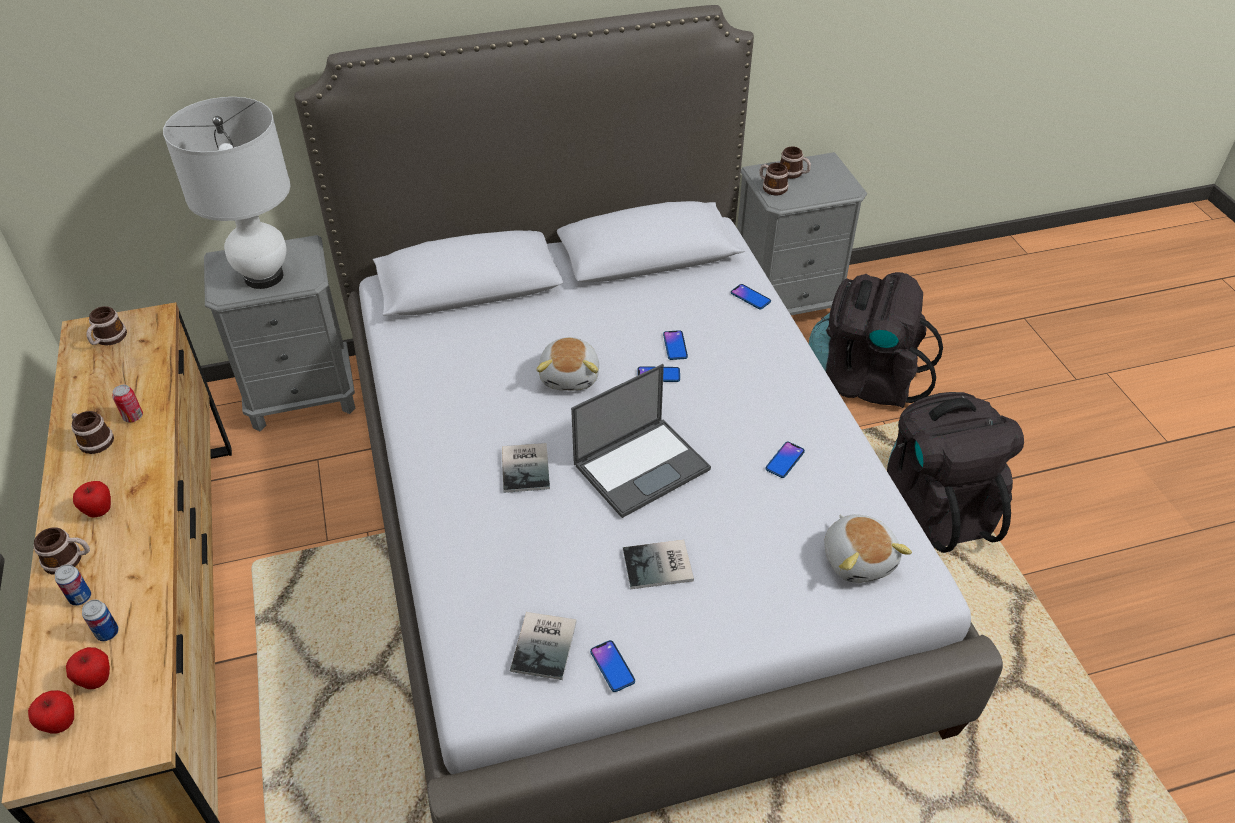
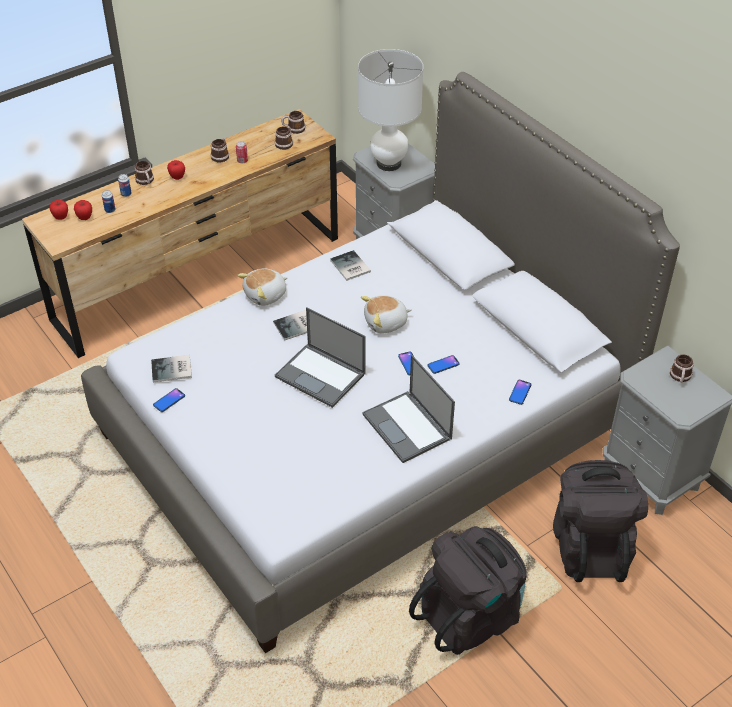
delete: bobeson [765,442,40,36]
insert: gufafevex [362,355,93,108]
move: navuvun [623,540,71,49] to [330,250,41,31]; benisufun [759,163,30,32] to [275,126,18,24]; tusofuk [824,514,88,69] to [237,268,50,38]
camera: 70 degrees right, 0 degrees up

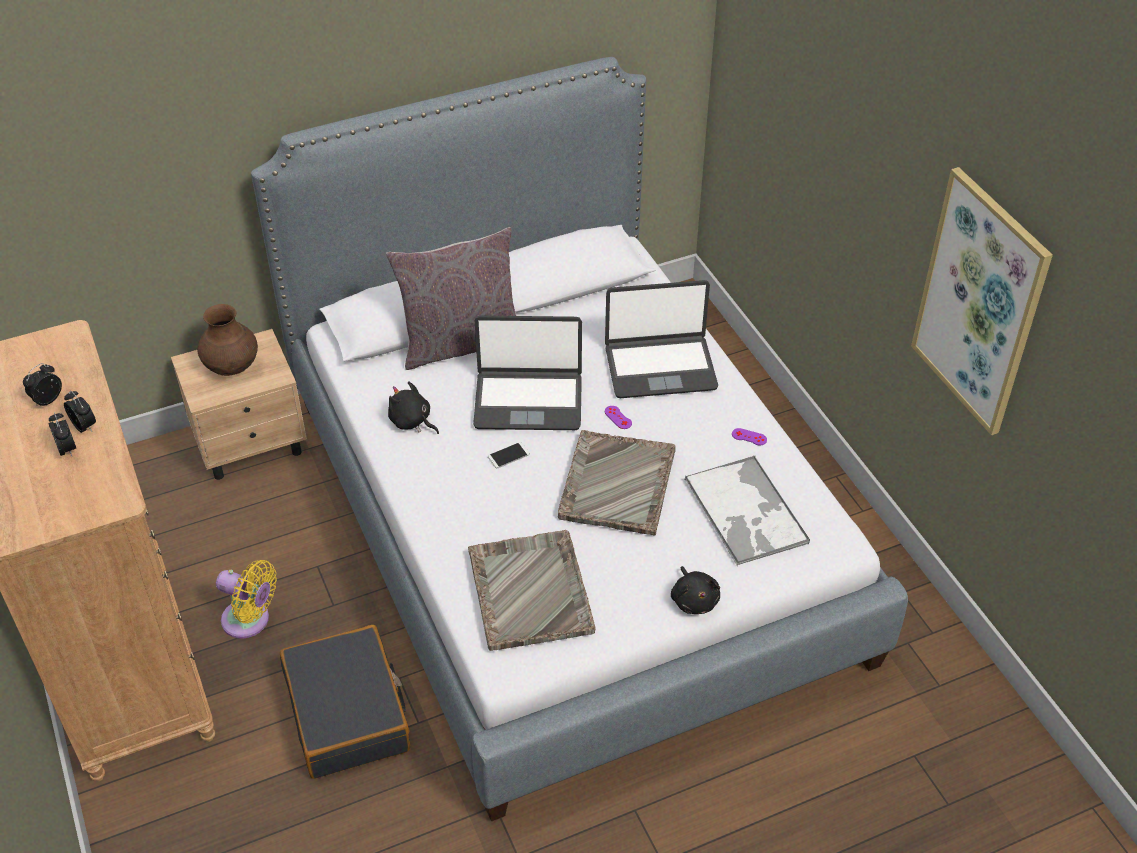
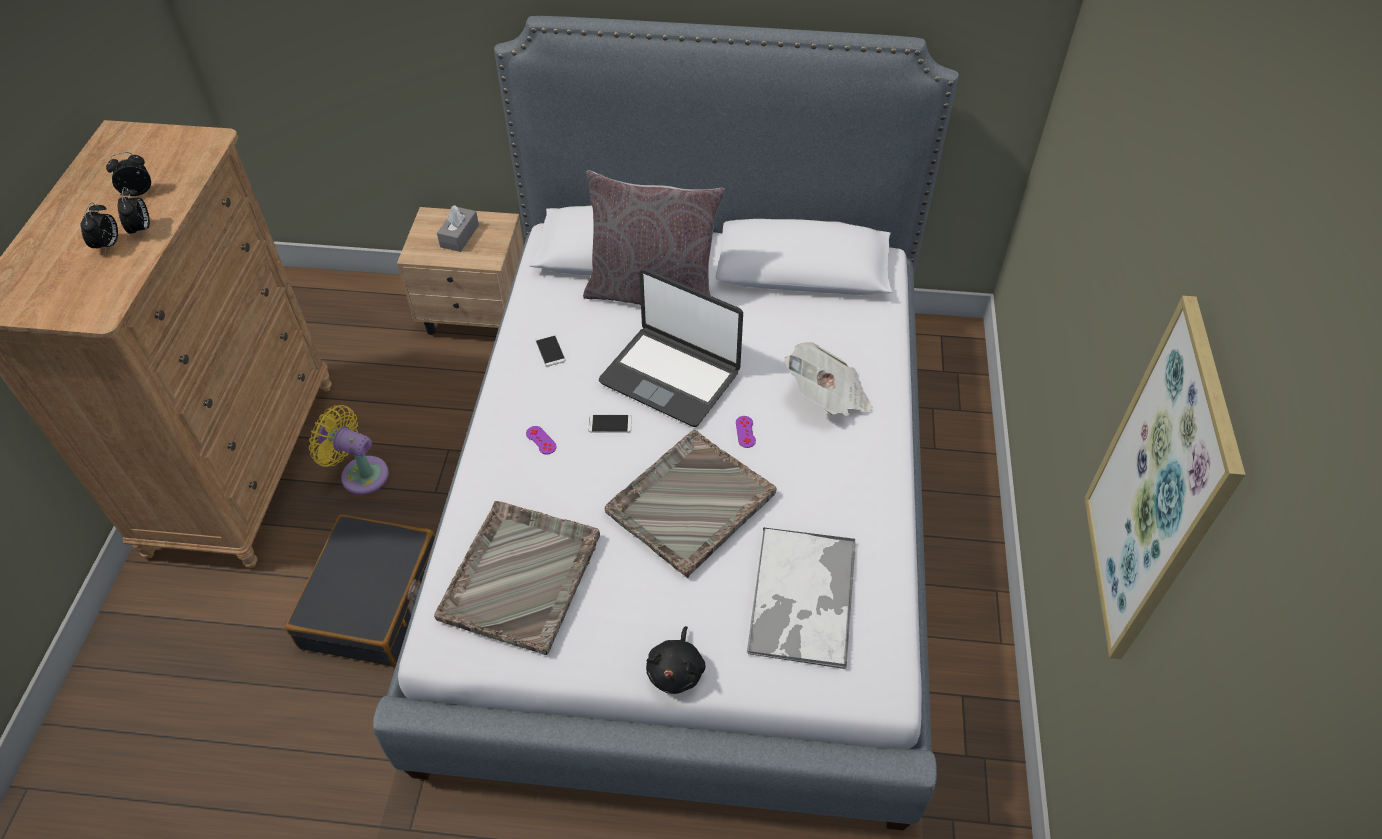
move: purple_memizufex [732,428,35,17] to [526,426,31,28]
replace: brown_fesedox [198,304,60,72] to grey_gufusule [437,205,42,47]; black_tusofuk [388,381,51,53] to bobeson [536,334,29,33]; gufafevex [605,280,113,118] to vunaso [785,342,88,74]
rotate: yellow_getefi [216,560,61,78] = [309,405,80,90] 150 degrees clockwise
camera: 30 degrees right, 5 degrees up

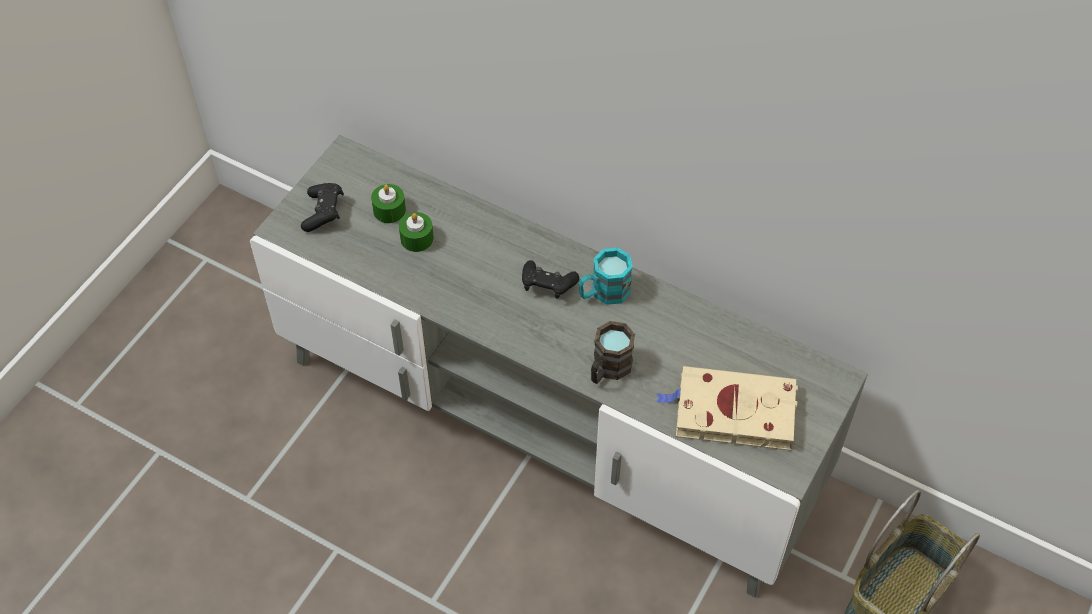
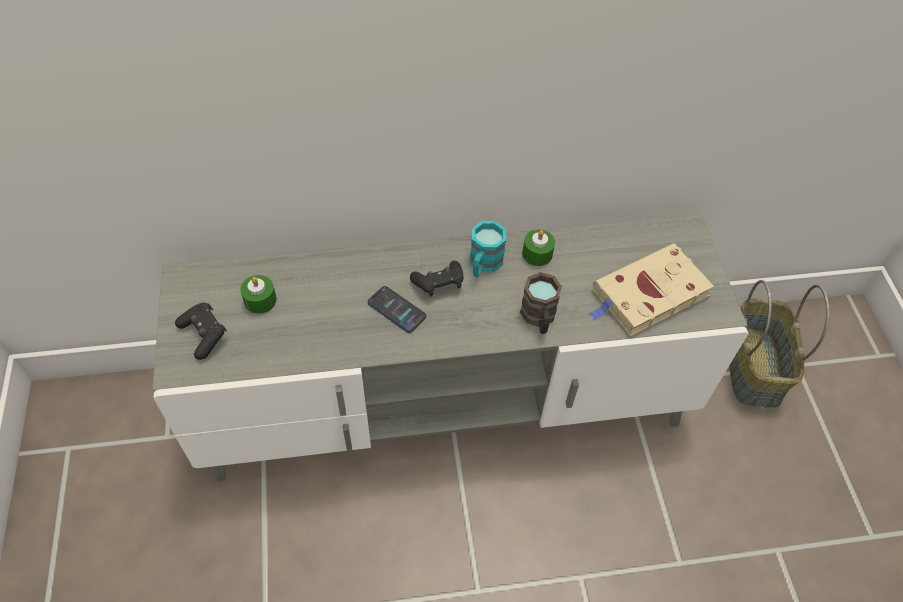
insert: bobeson [368,286,58,47]
move: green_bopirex [399,212,35,40] to [522,230,33,36]
camera: 40 degrees left, 0 degrees up

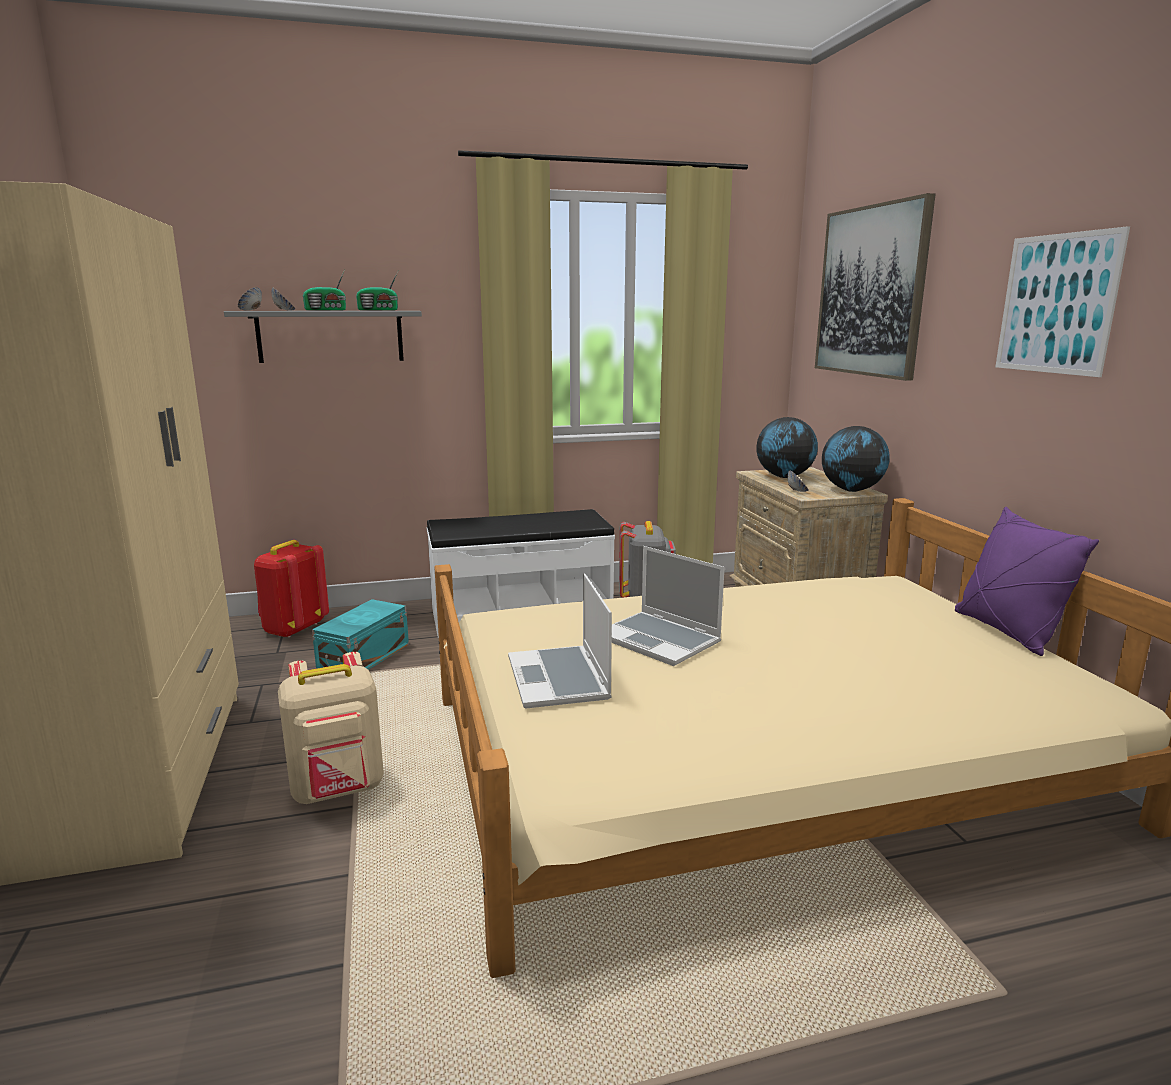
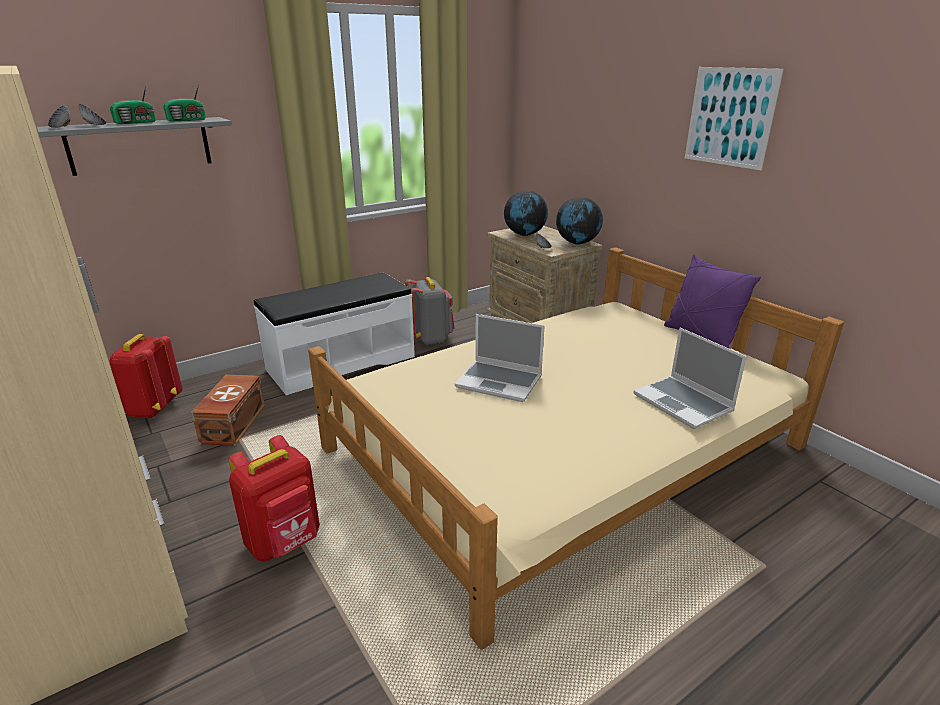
delete: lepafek [815,193,121,188]
move: gufafevex [508,573,104,135] to [633,328,114,101]
recolor: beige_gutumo [278,652,106,152] to red_gutumo [229,435,91,127]; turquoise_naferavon [312,599,97,71] to brown_naferavon [191,375,74,71]
camera: 20 degrees left, 10 degrees up

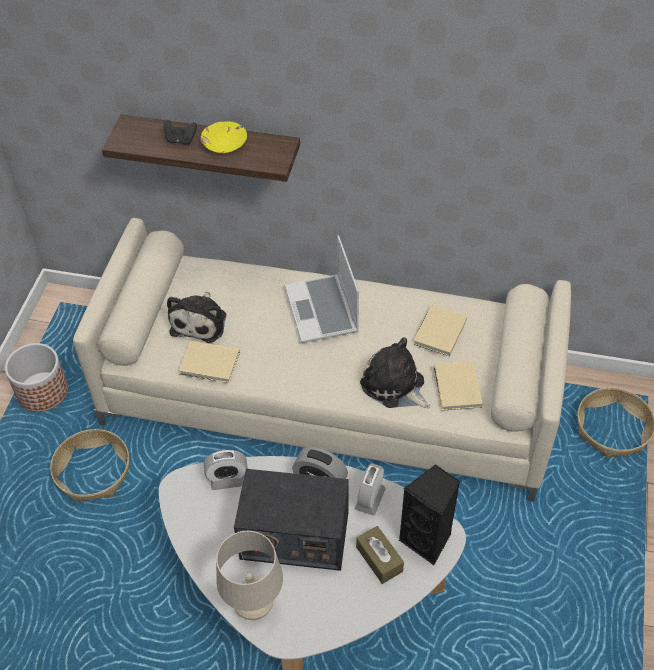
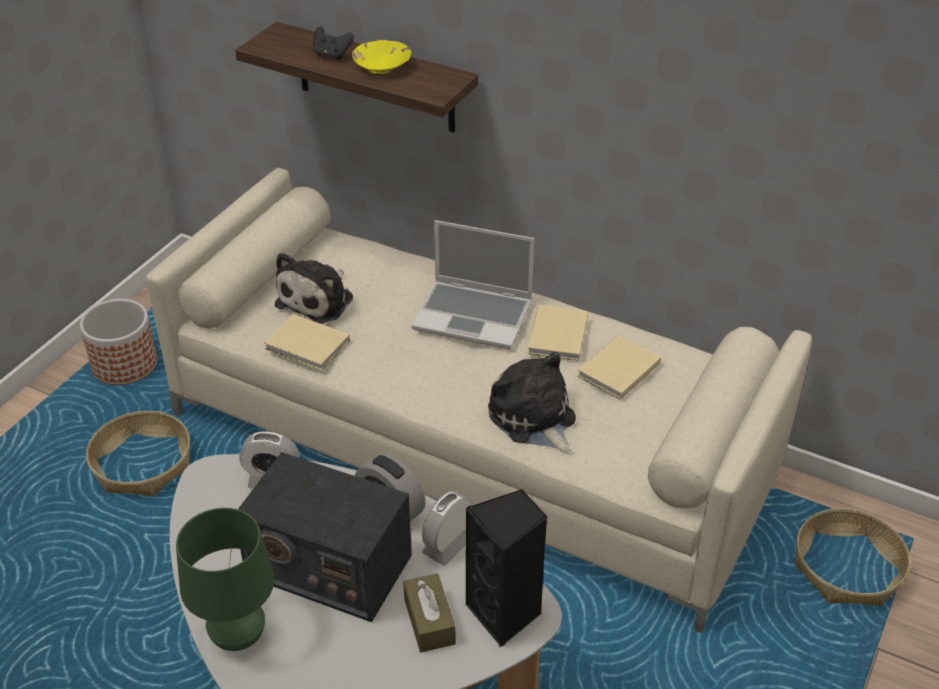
move: beige_navuvun [434,361,49,50] to [528,305,60,56]
recolor: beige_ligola [216,531,67,89] to green_ligola [176,508,98,143]
rotate: gufafevex [285,235,74,108] = [412,220,122,129] 75 degrees counterclockwise
camera: 15 degrees right, 10 degrees down

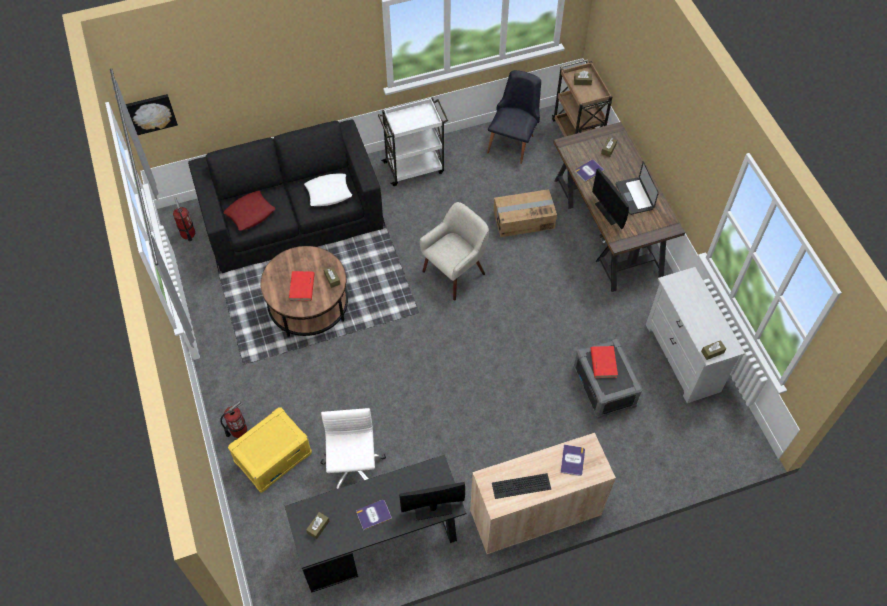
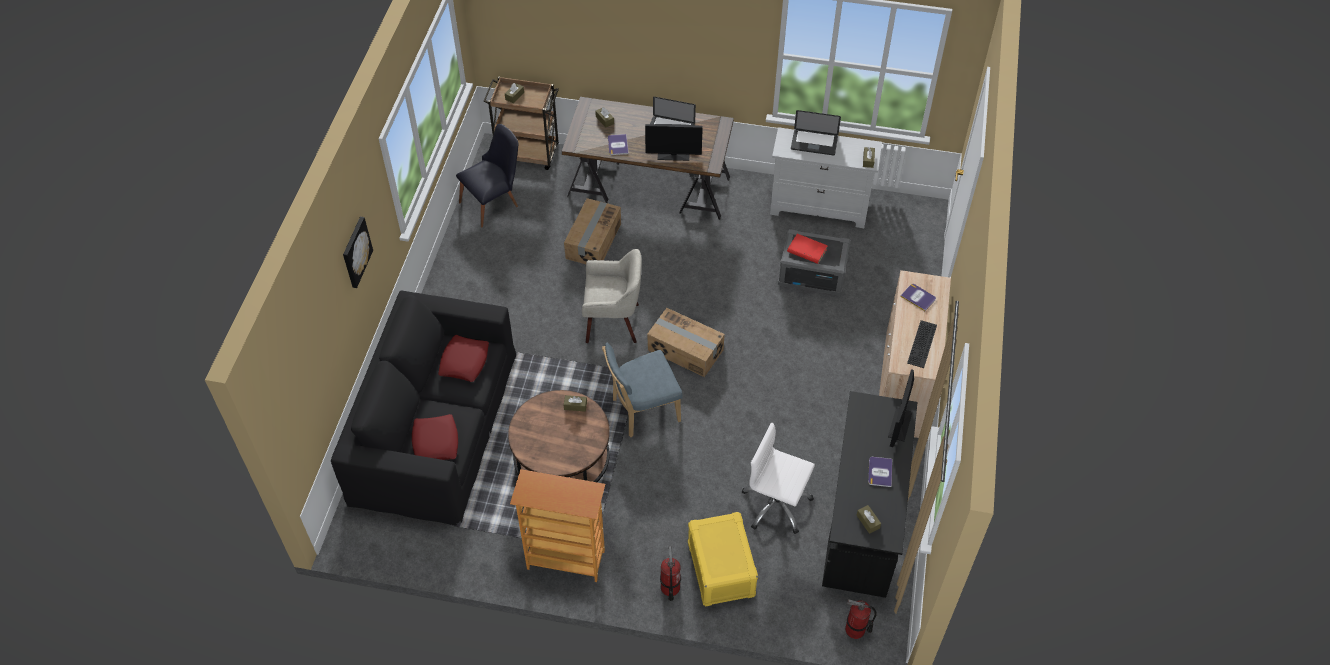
delete: red_navuvun [289,271,26,30]; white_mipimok [378,97,70,89]
insert: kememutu [510,469,95,113]; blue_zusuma [602,343,81,94]; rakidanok [647,308,78,69]; gufafevex [791,110,50,45]
move: lepafek [126,94,52,41] to [343,217,30,71]; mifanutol [173,197,22,44] to [845,599,32,40]
recolor: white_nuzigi [304,174,48,32] to red_nuzigi [438,335,51,47]
rotate: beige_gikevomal [420,202,69,99] = [582,249,60,94] 105 degrees clockwise; black_zusuma [487,70,54,94] = [456,124,63,103] 90 degrees clockwise
camera: 60 degrees left, 5 degrees down

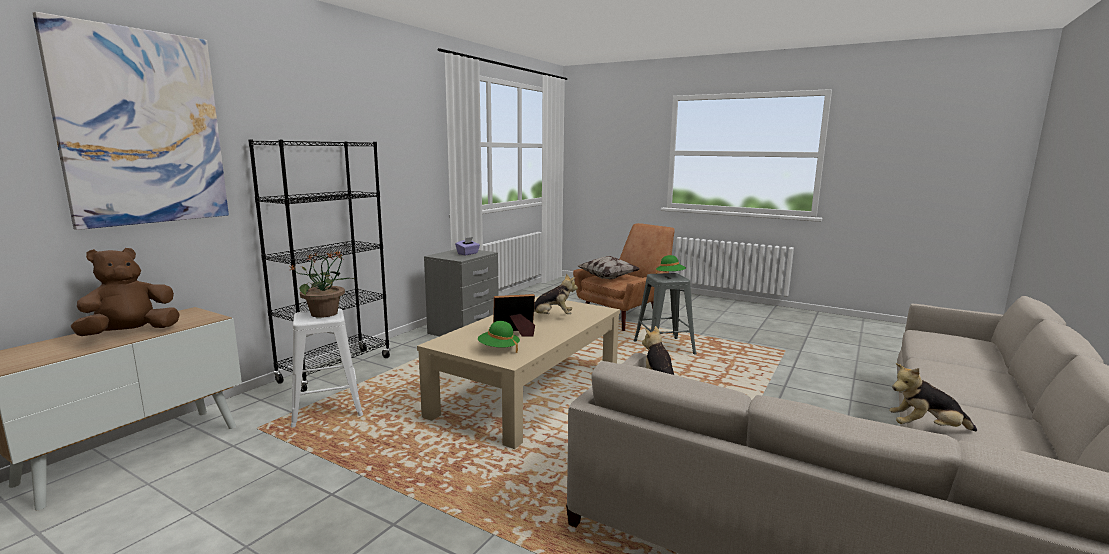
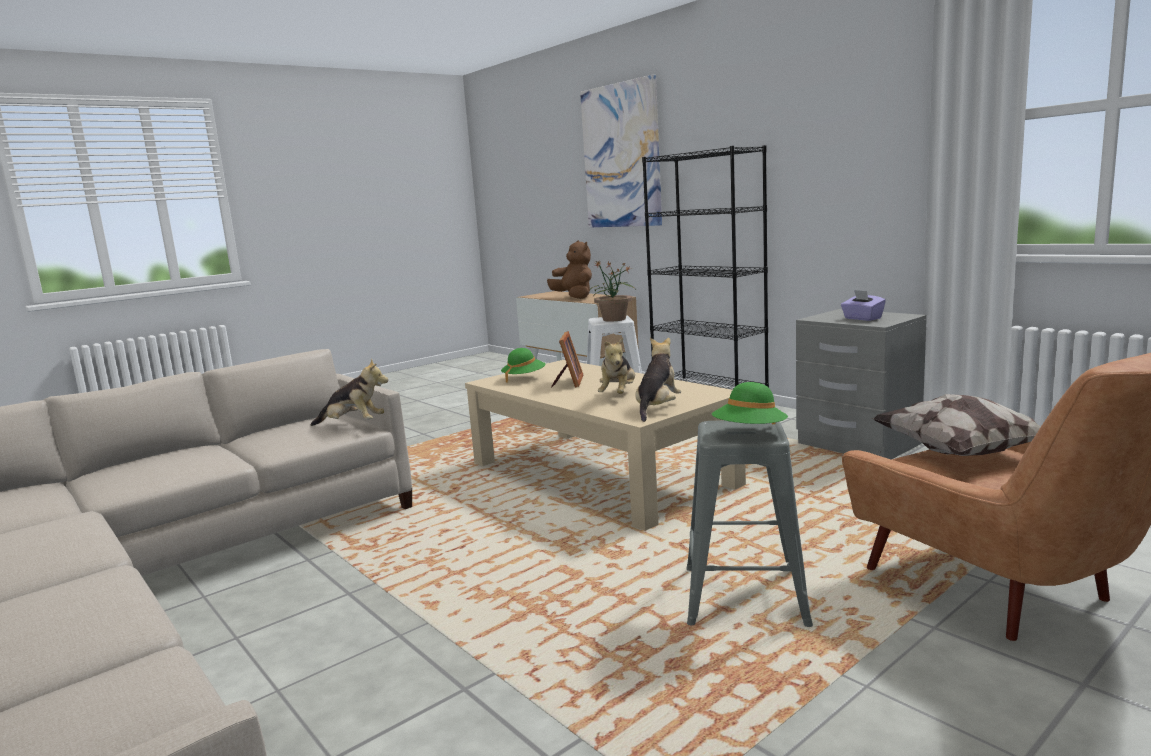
move: tusofuk [889,363,88,68] to [635,338,46,84]
camera: 110 degrees right, 0 degrees up

